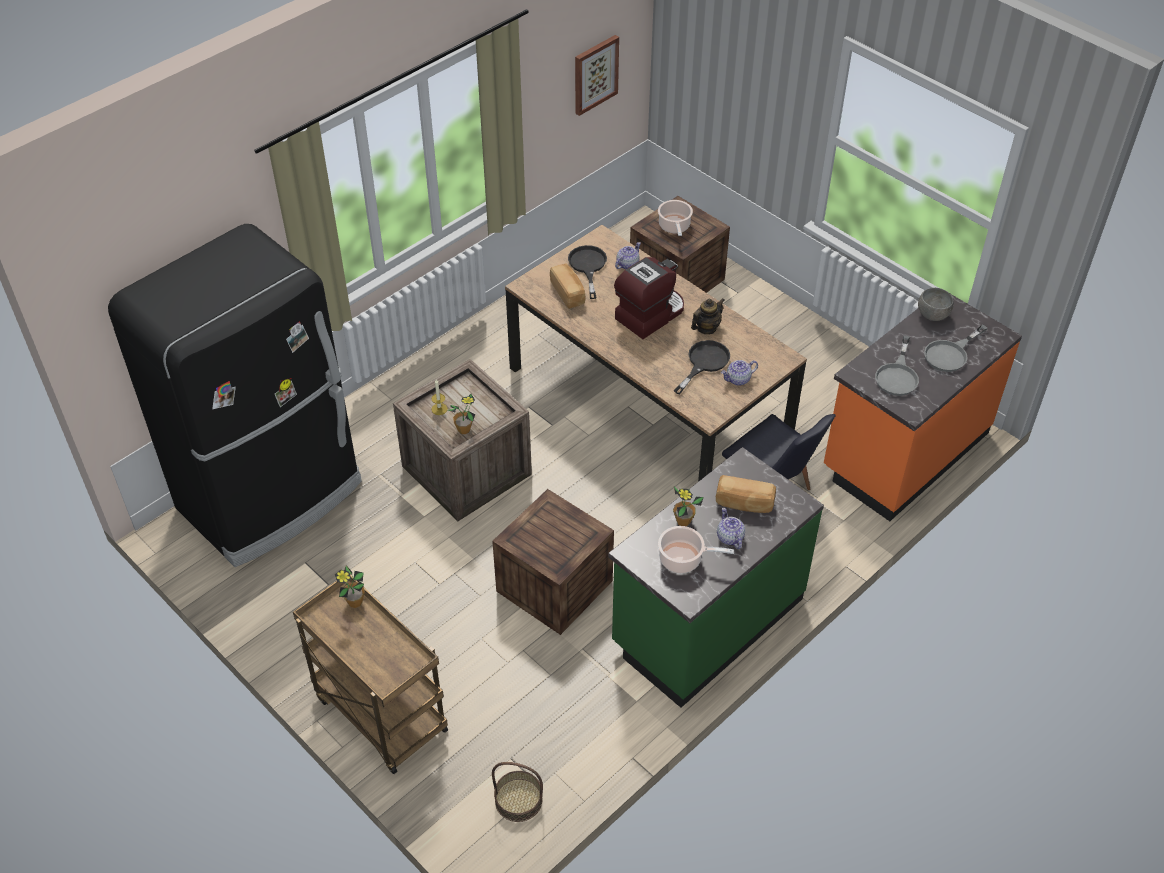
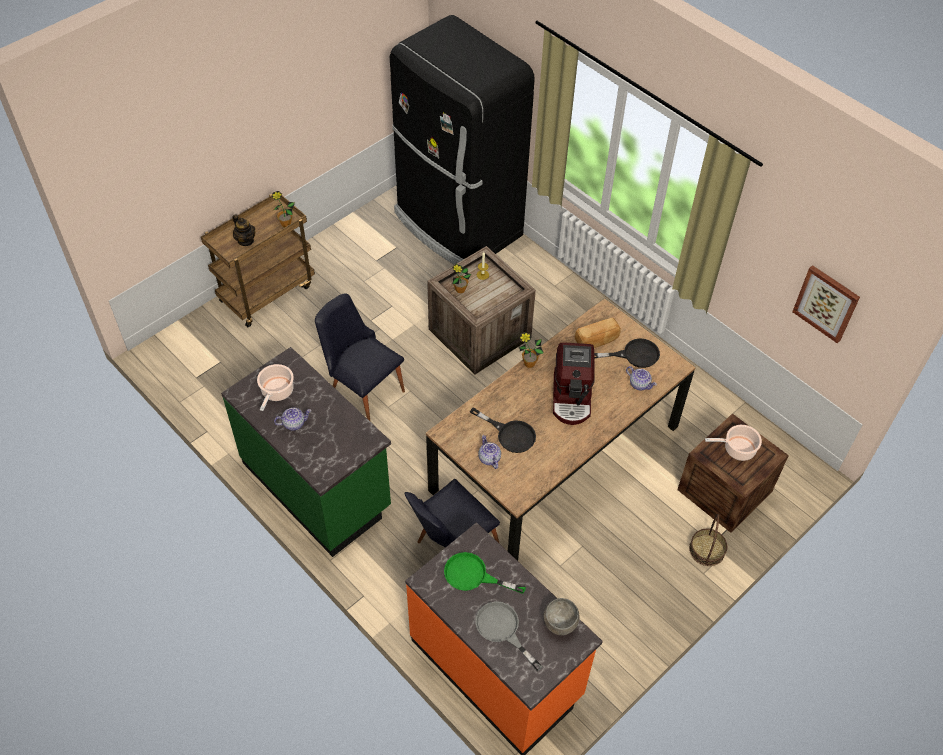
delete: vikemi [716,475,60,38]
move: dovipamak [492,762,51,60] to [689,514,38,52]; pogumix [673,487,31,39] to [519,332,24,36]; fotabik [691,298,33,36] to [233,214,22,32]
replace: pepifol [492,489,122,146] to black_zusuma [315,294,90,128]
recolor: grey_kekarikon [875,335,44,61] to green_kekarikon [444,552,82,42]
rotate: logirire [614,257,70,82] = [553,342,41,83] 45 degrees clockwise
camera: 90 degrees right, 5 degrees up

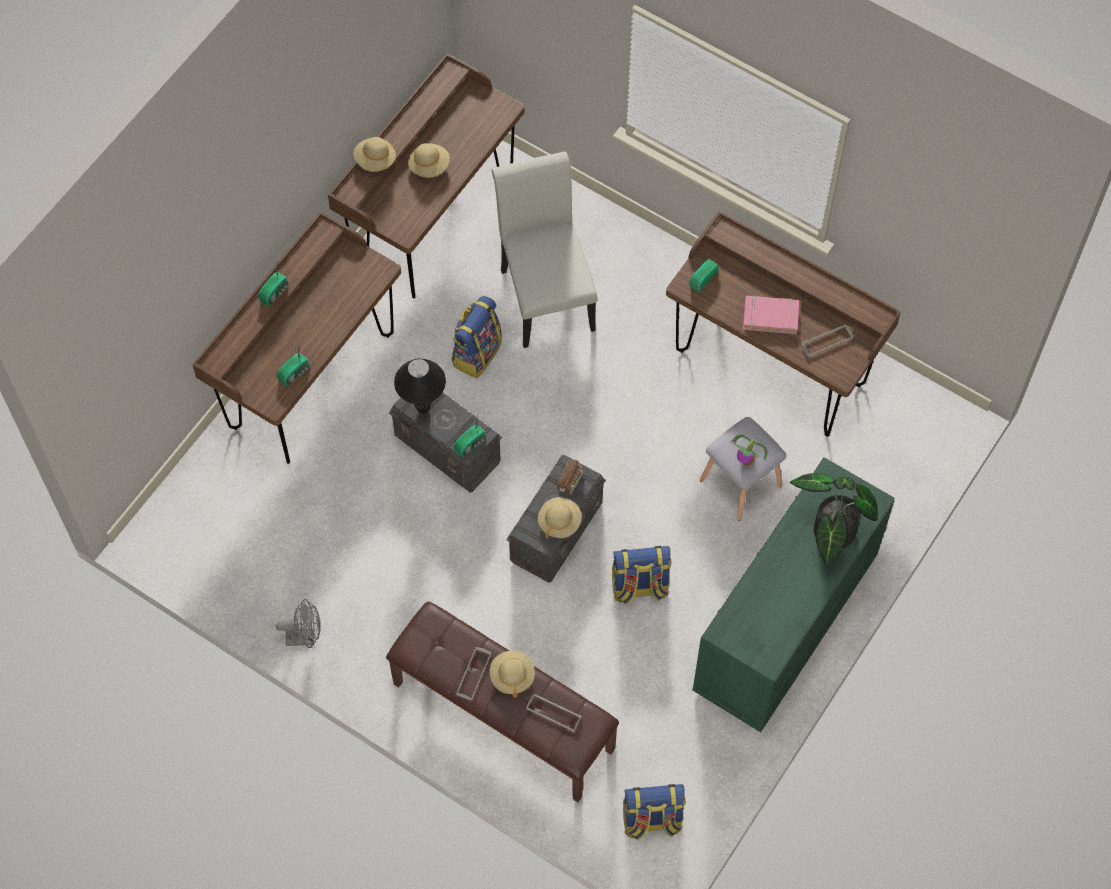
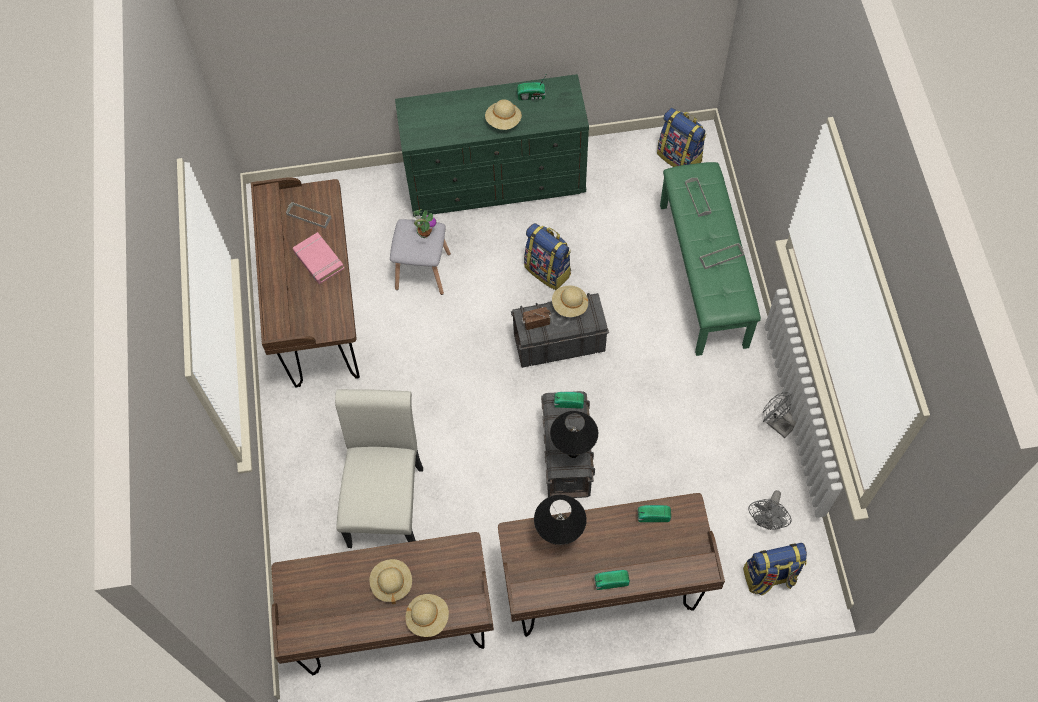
delete: pogumix [790,473,88,92]
insert: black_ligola [534,495,53,50]; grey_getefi [748,490,44,40]
move: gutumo [452,296,50,82] to [743,543,64,53]; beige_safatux [490,651,45,47] to [485,99,37,31]; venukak [689,259,30,33] to [517,73,30,27]
recolor: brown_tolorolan [386,601,233,201] to green_tolorolan [660,162,101,194]
rotate: white_zusuma [492,152,105,196] = [335,389,88,159] 150 degrees clockwise
camera: 130 degrees left, 0 degrees up

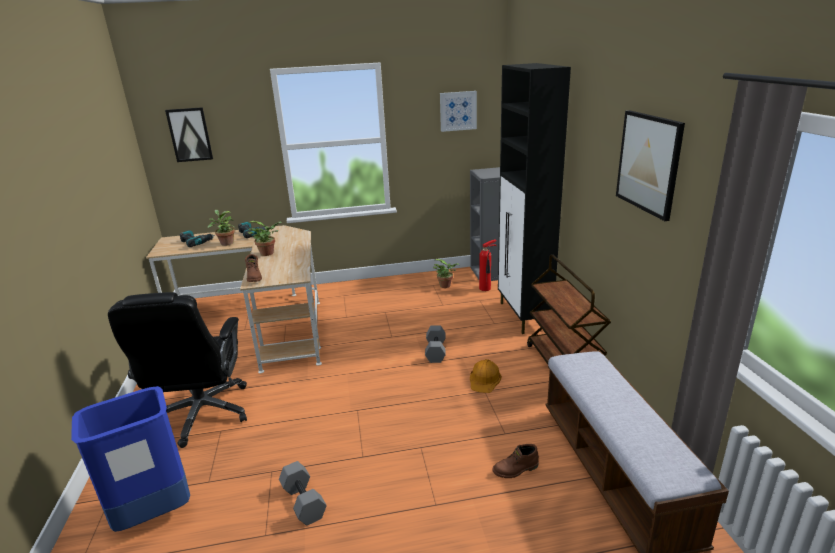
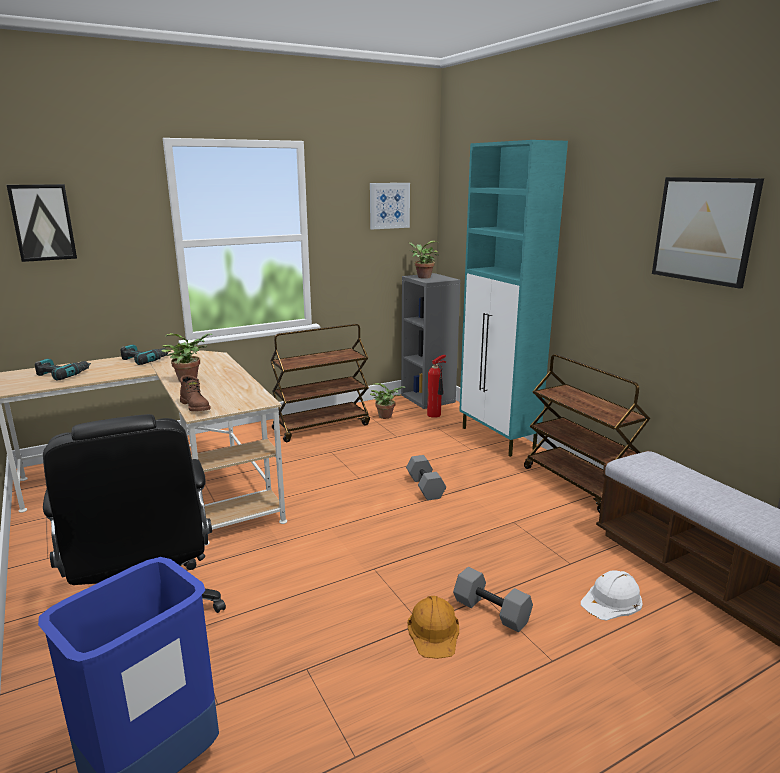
insert: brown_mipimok [270,324,100,118]
move: pogumix [207,210,28,36] to [410,241,29,38]; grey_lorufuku [279,461,48,65] to [453,567,80,65]; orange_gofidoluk [470,359,32,34] to [407,596,52,63]
replace: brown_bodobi [492,444,47,34] to white_gofidoluk [581,570,61,50]
recolor: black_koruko [498,63,73,271] to turquoise_koruko [459,140,109,317]
camera: 20 degrees left, 5 degrees down

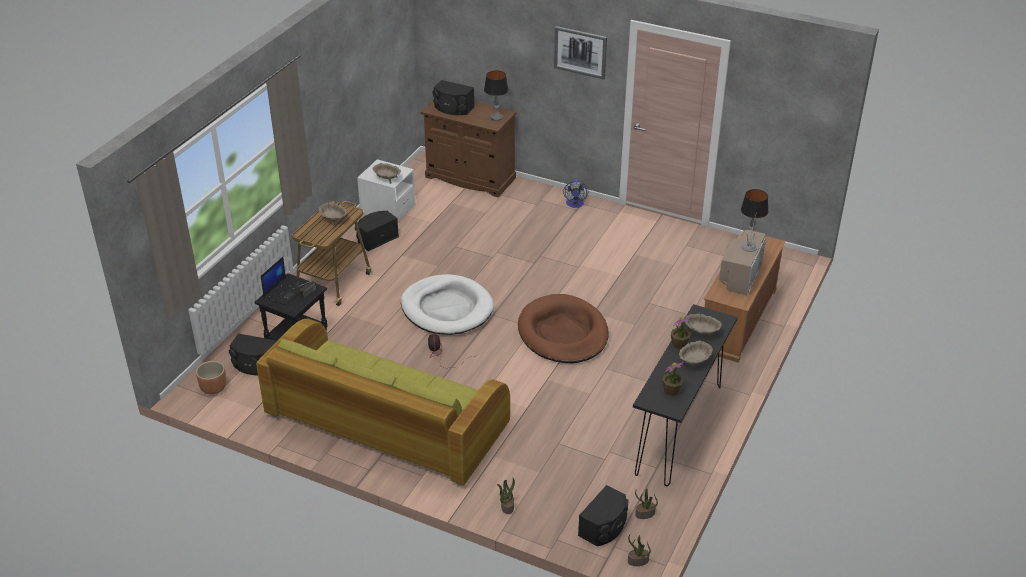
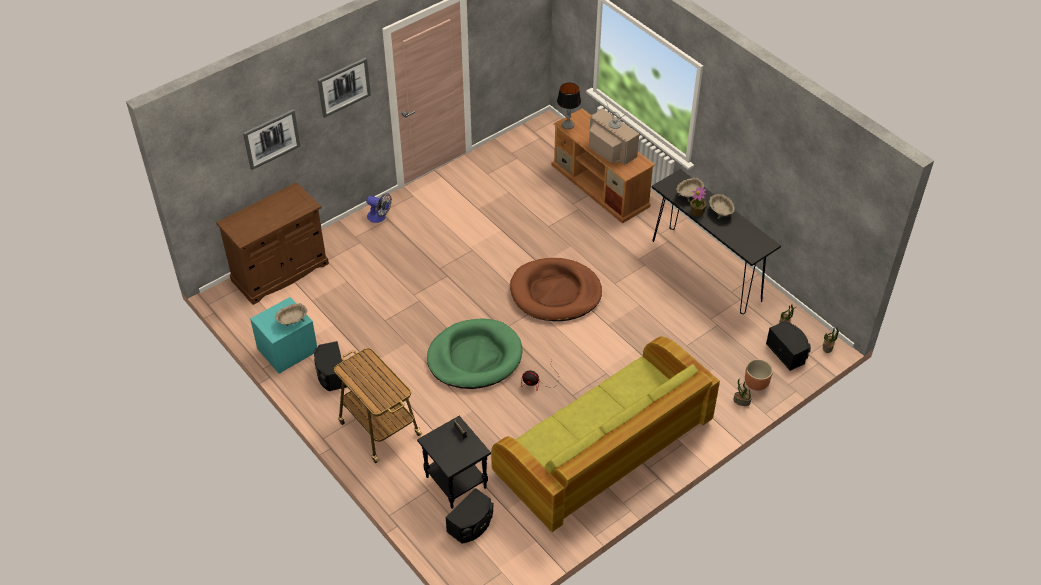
delete: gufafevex [261,257,45,48]; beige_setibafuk [318,202,29,24]; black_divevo [432,80,43,35]; ligola [484,70,25,51]; pogumix [662,362,22,34]
insert: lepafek [243,109,57,61]
move: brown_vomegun [196,361,30,33] to [745,359,28,32]
recolor: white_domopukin [357,159,59,63] to turquoise_domopukin [250,297,67,76]; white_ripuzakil [401,274,93,61] to green_ripuzakil [427,319,95,70]
camera: 65 degrees left, 10 degrees up

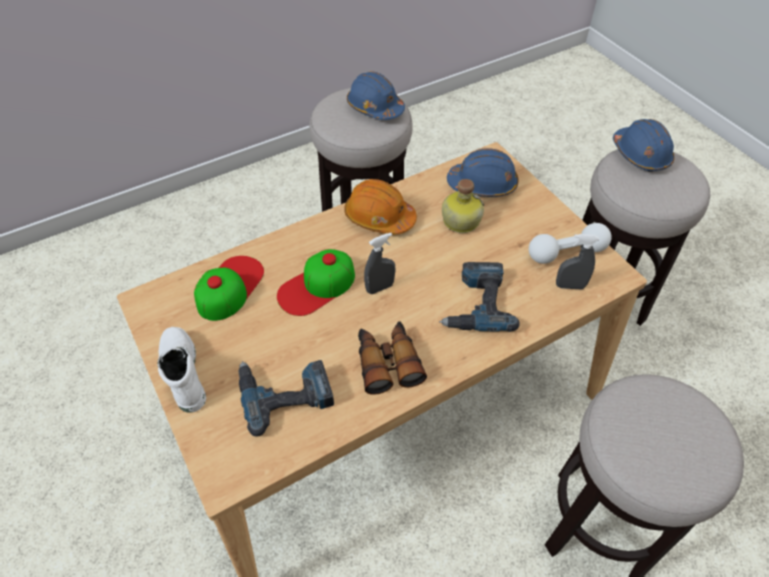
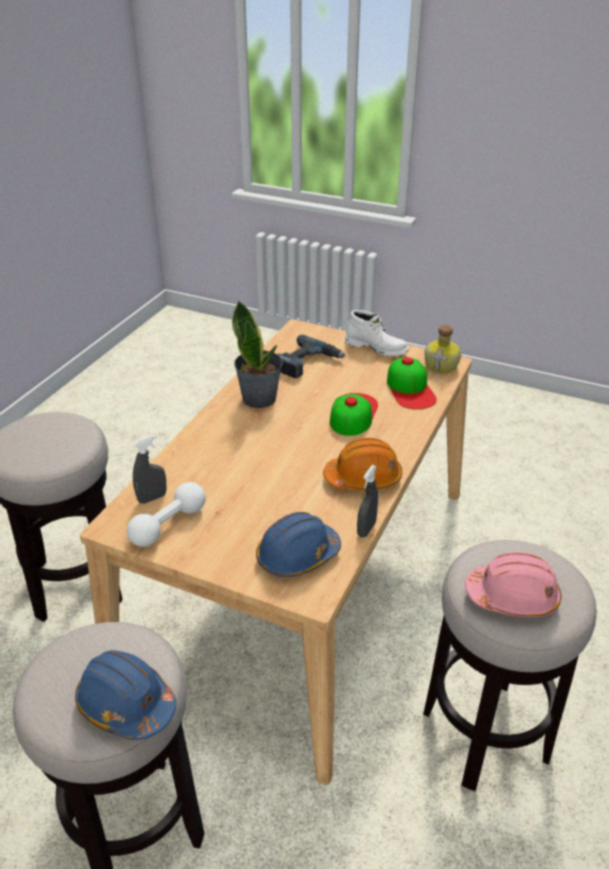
delete: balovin [439,262,81,70]
move: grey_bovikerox [364,233,31,61] to [357,465,21,73]; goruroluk [442,179,42,54] to [424,325,37,49]
replace: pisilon [358,321,69,74] to pogumix [232,300,51,108]
recolor: blue_gofidoluk [347,71,58,49] to pink_gofidoluk [465,552,96,65]
camera: 145 degrees right, 15 degrees down

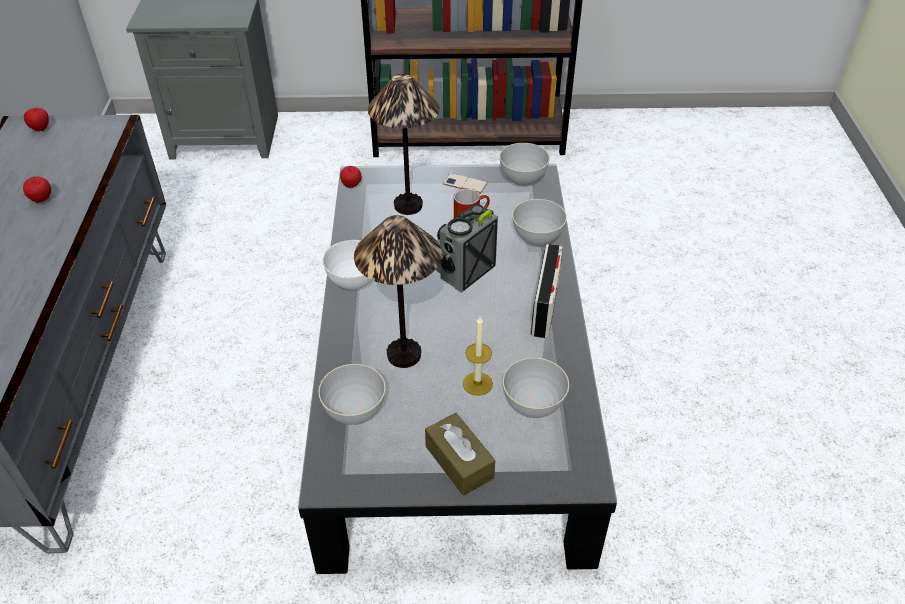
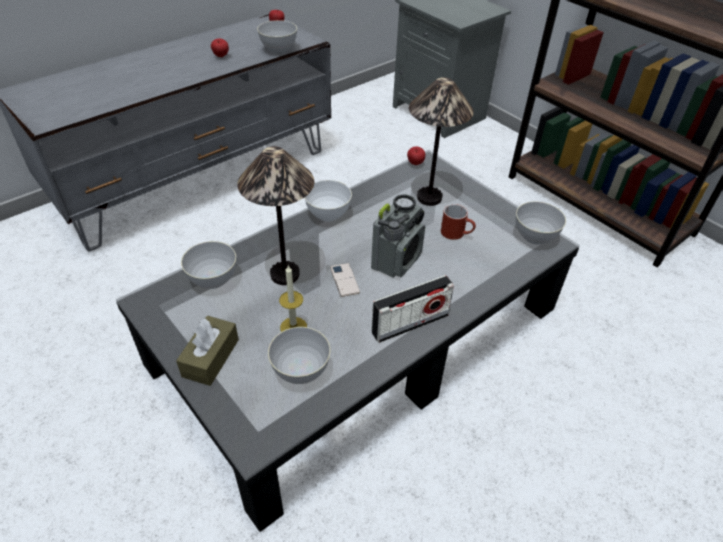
move: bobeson [443,173,45,21] to [330,263,30,34]; grey_setibafuk [512,199,55,48] to [257,20,40,34]
rotate: venukak [436,204,62,88] = [371,195,54,83] 120 degrees clockwise
camera: 50 degrees right, 0 degrees up

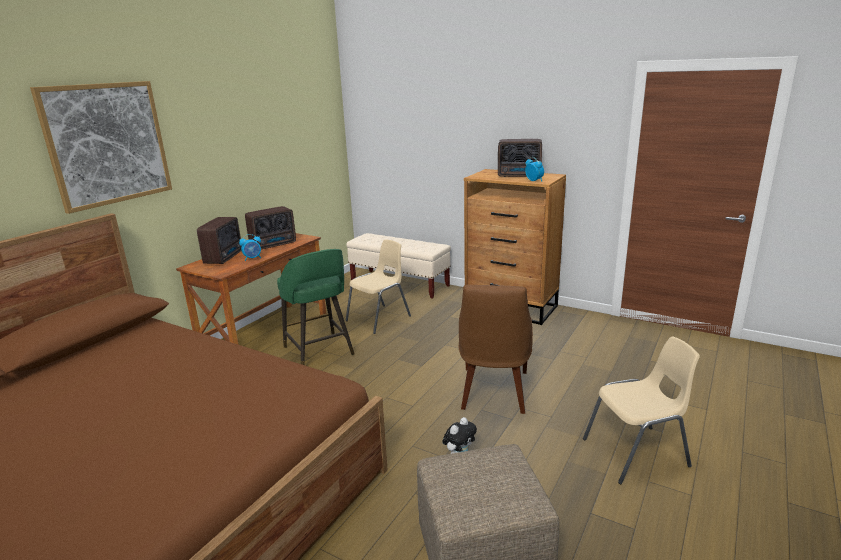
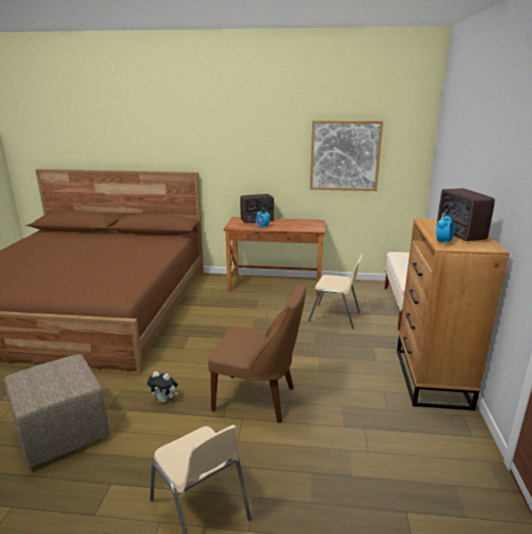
delete: venukak [245,206,51,44]; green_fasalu [277,249,78,116]
move: lepafek [30,81,142,133] to [310,120,73,71]
rotate: brown_zusuma [459,285,74,129] = [208,284,98,139] 150 degrees counterclockwise
camera: 65 degrees right, 0 degrees up

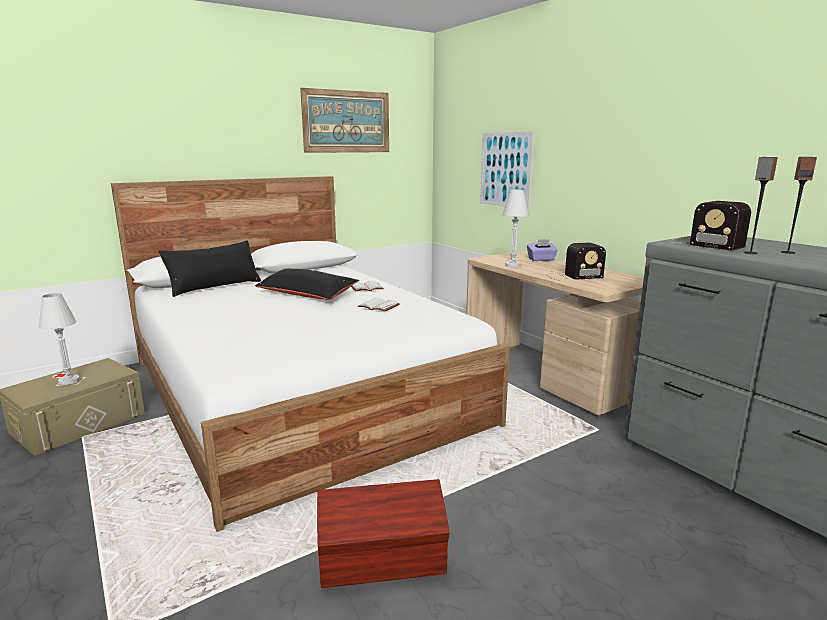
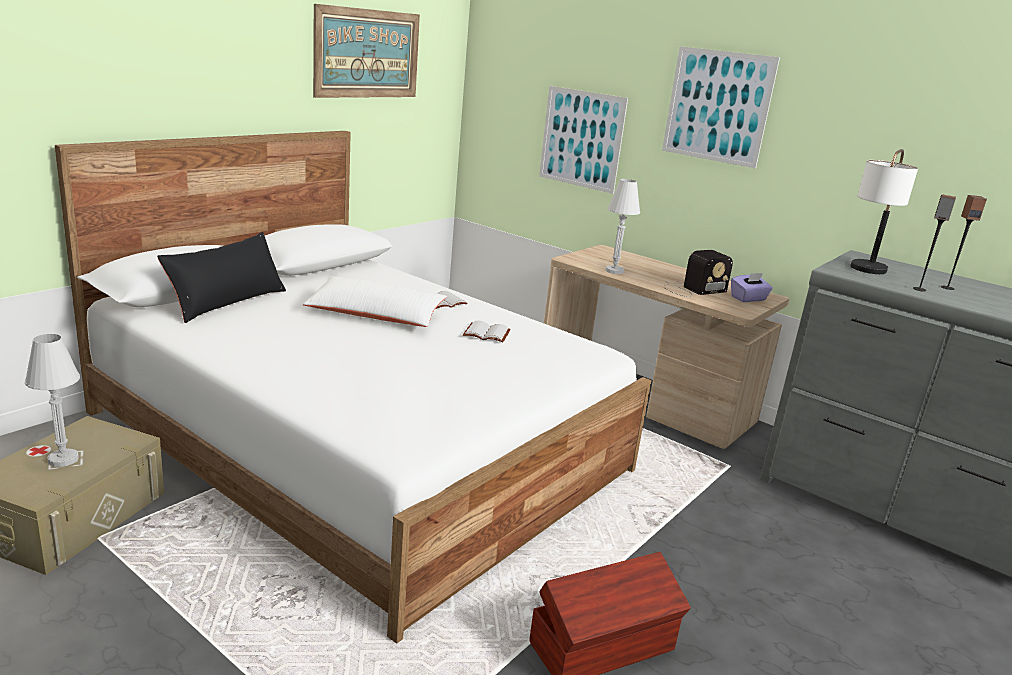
insert: lepafek [662,46,118,123]
move: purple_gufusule [527,239,31,22] to [731,273,42,29]
replace: venukak [669,201,82,50] to ligola [850,149,68,125]
recolor: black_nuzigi [255,268,104,32] to white_nuzigi [302,276,145,51]
camera: 20 degrees left, 5 degrees up

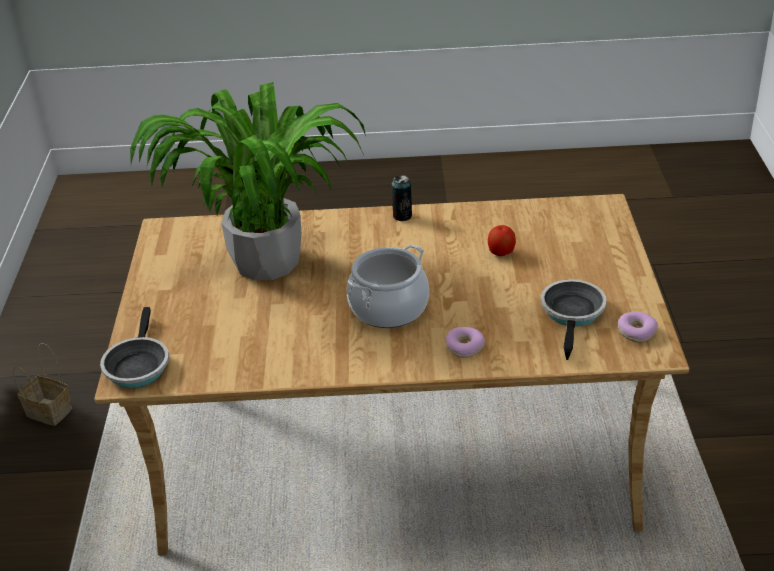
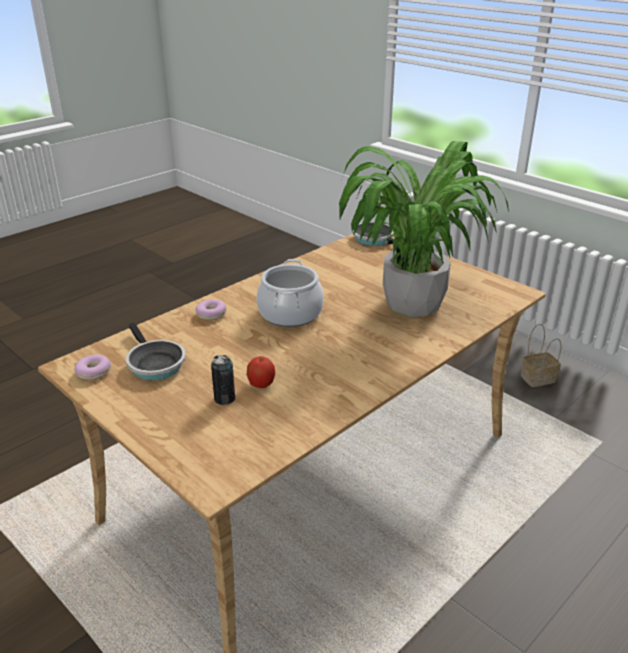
move: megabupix [392,175,20,46] to [211,355,24,50]
camera: 135 degrees right, 5 degrees down

